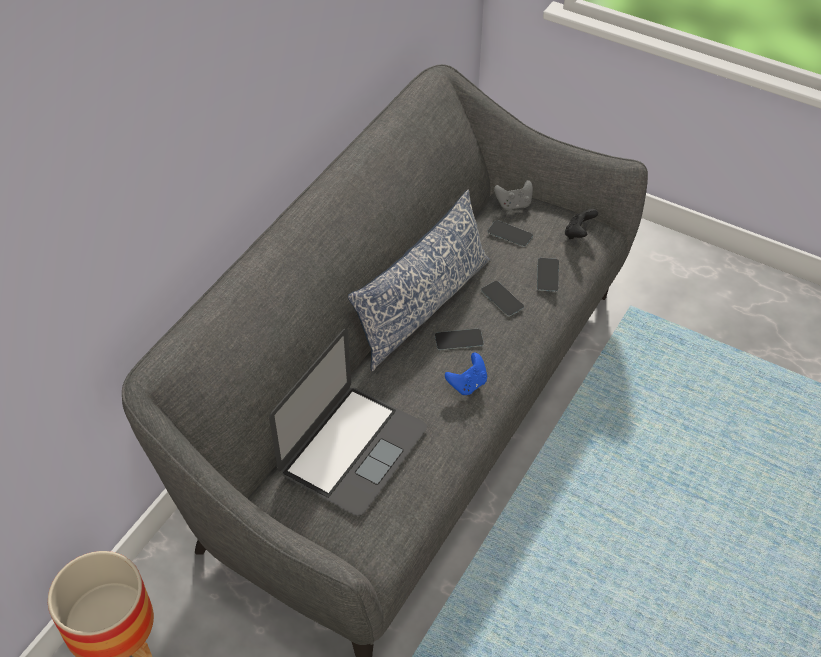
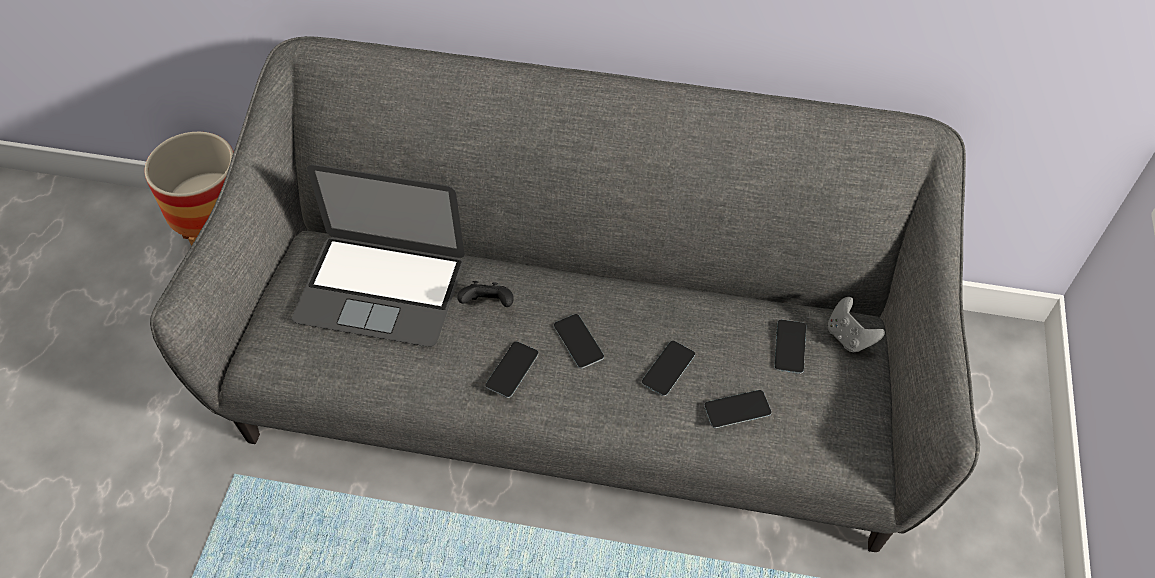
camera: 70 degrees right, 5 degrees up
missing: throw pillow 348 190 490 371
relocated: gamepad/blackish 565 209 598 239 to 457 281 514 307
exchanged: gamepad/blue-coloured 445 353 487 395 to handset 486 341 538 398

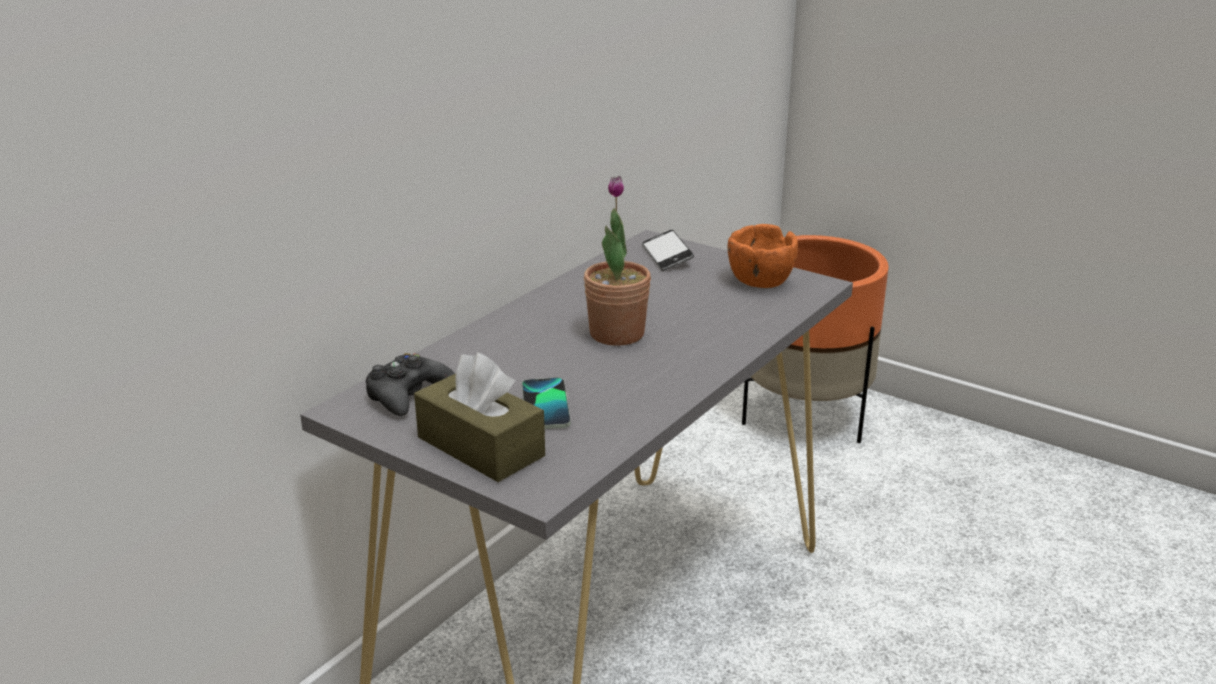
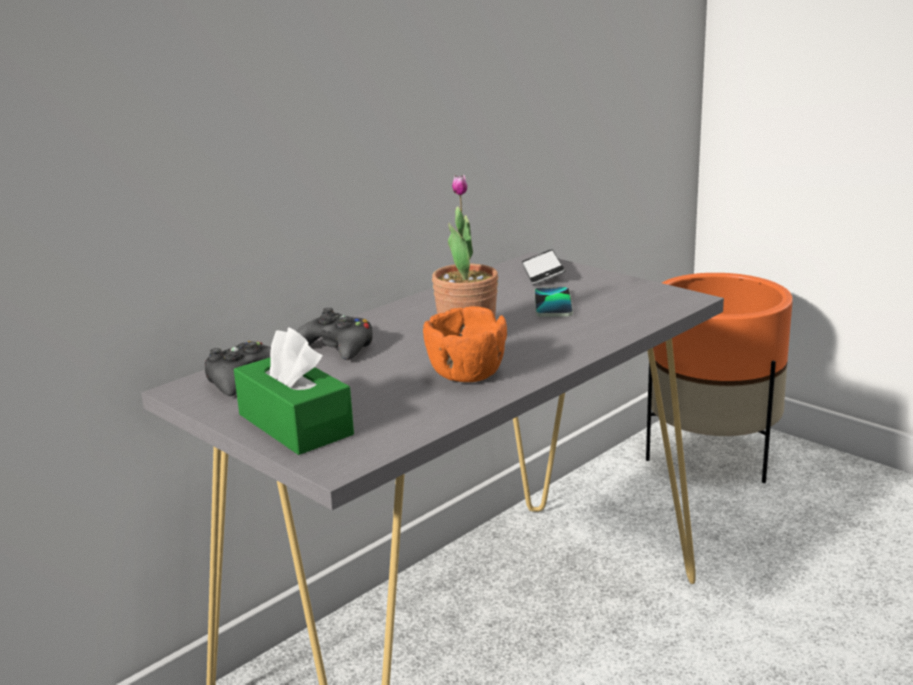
camera: 10 degrees right, 5 degrees down
appeared: gamepad/blackish 296 308 373 360
relocated: bowl/orange-coloured 727 224 798 288 to 423 306 507 382; handset 522 378 571 429 to 534 287 573 317
colour: tissue box/brownish 414 352 545 482 to tissue box/greenish 234 327 354 455

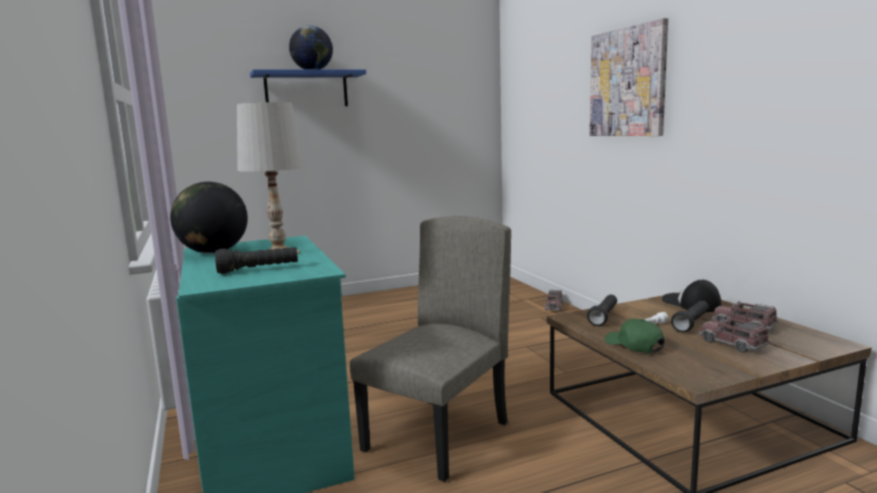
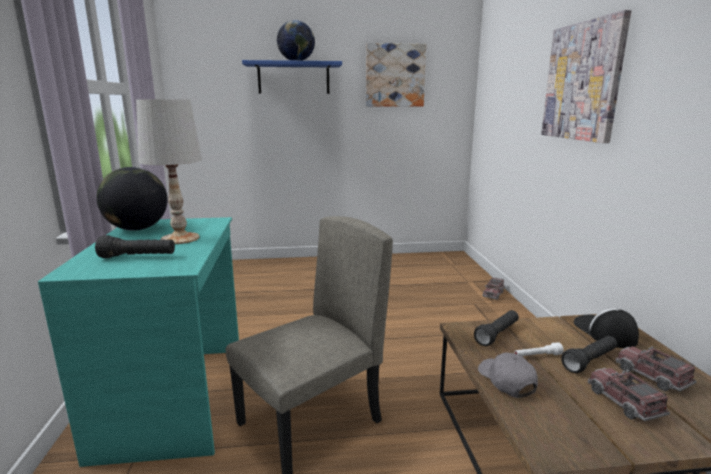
camera: 15 degrees right, 5 degrees up
appeared: wall picture 366 43 426 107
colour: cap/greenish 605 319 665 354 to cap/grey 478 353 538 398

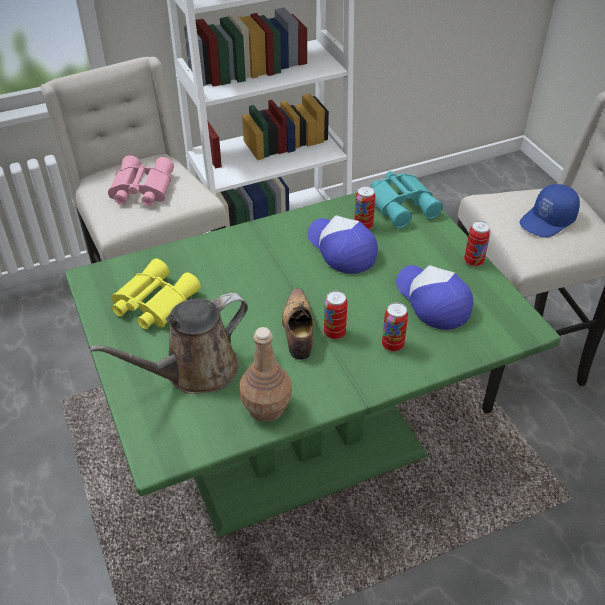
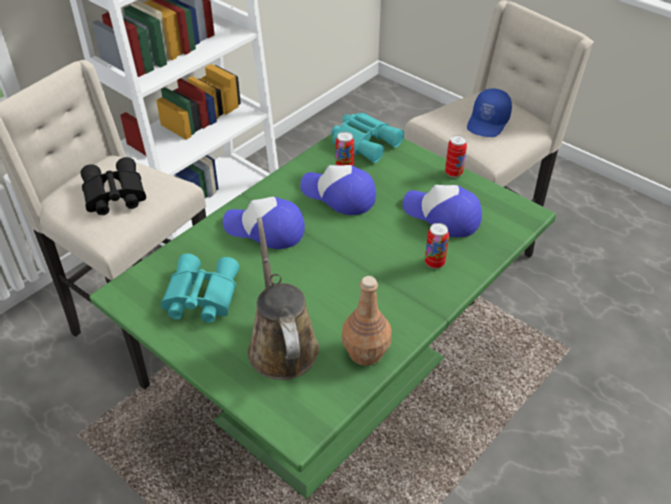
camera: 25 degrees left, 0 degrees up
missing: item of footwear 282 288 314 360; can 324 291 348 339
appeared: cap 223 196 305 249
colour: pair of binoculars/pinkish 108 155 174 206 to pair of binoculars/blackish 80 157 146 215; pair of binoculars/yellow 111 258 201 329 to pair of binoculars/turquoise 161 253 239 323
spun: watering pot/brownish 89 293 248 394 = 248 217 319 380 135 degrees clockwise

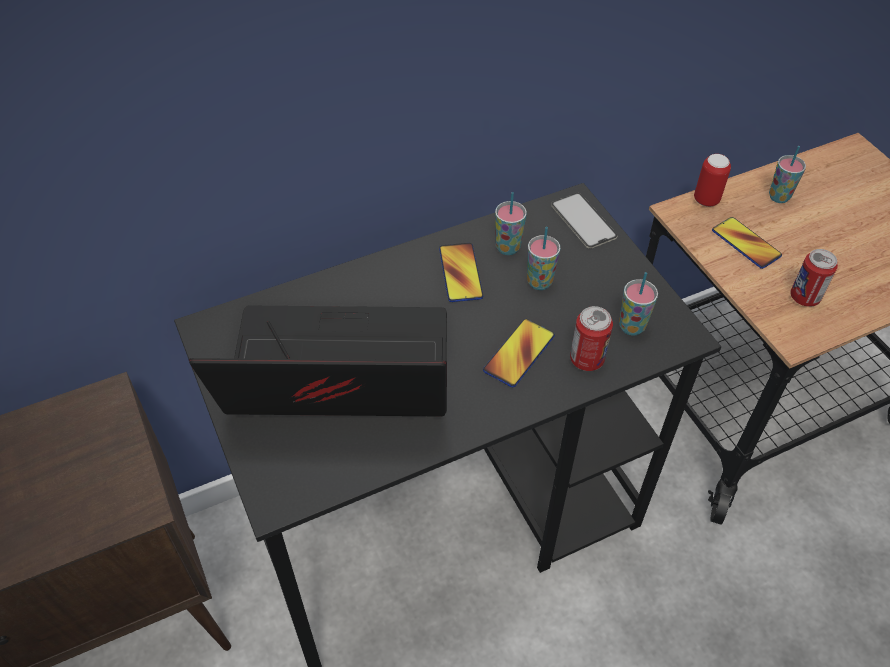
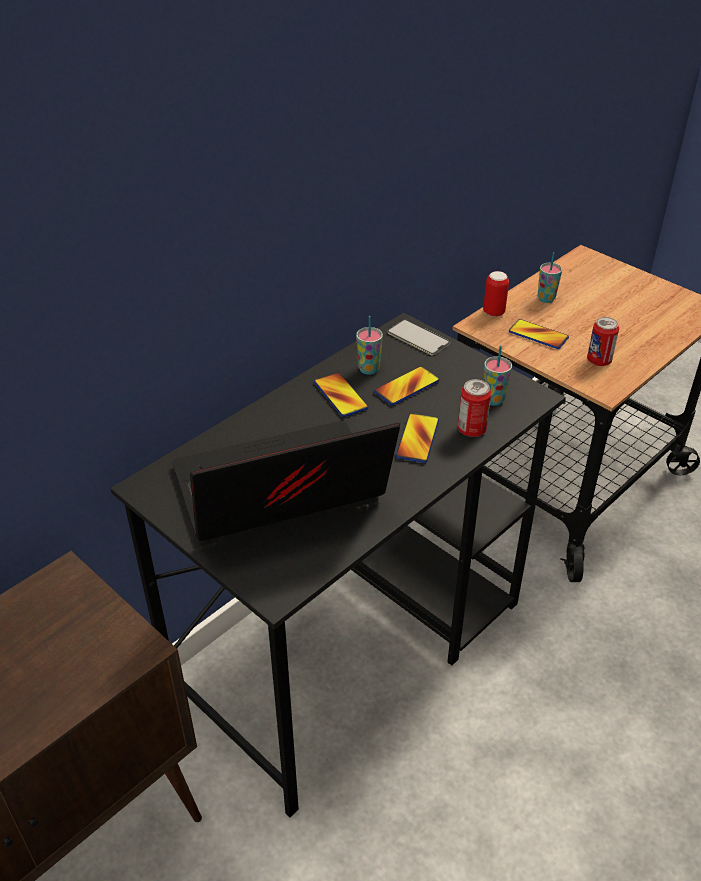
camera: 20 degrees left, 10 degrees down
exchanged: cup 527 227 561 290 to handset 374 366 440 405

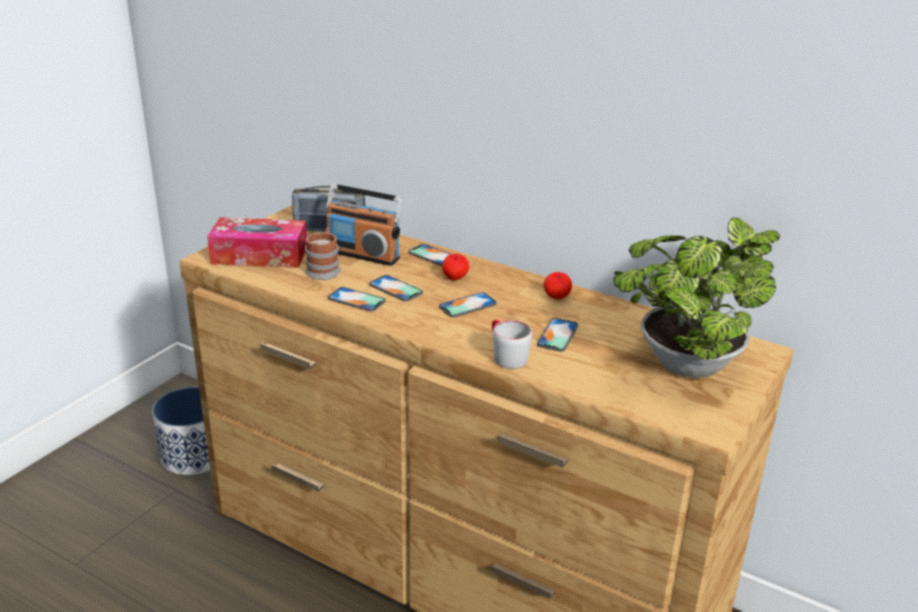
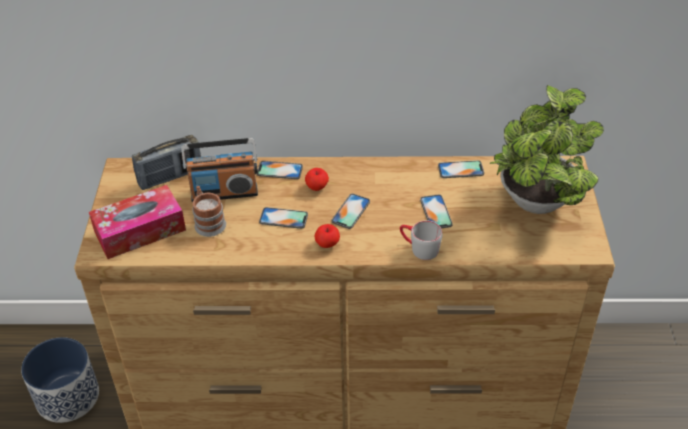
camera: 30 degrees left, 15 degrees up
relocated: apple fruit 543 272 572 299 to 315 224 340 248; handset 328 287 386 312 to 438 160 484 178

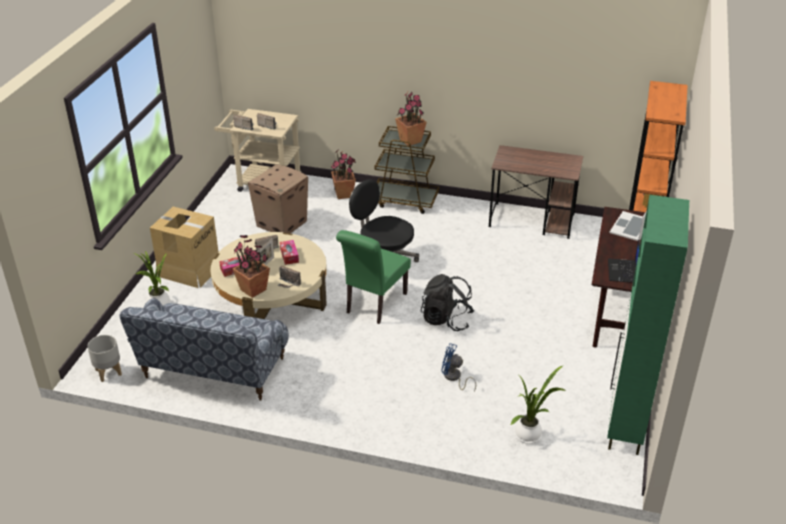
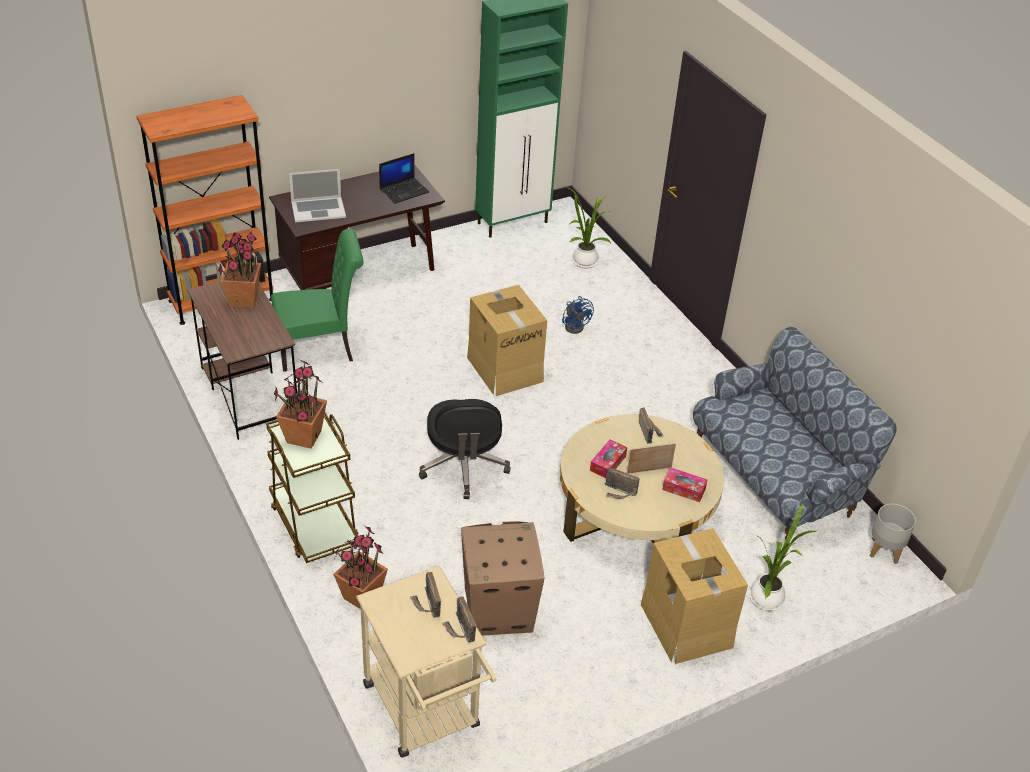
camera: 135 degrees left, 5 degrees up
relocated: plain chair/greenish 336 230 411 324 to 271 229 364 372; potted plant 232 235 270 298 to 218 232 261 308
exchanged: backpack/blackish 421 274 475 331 to carton 467 285 547 396

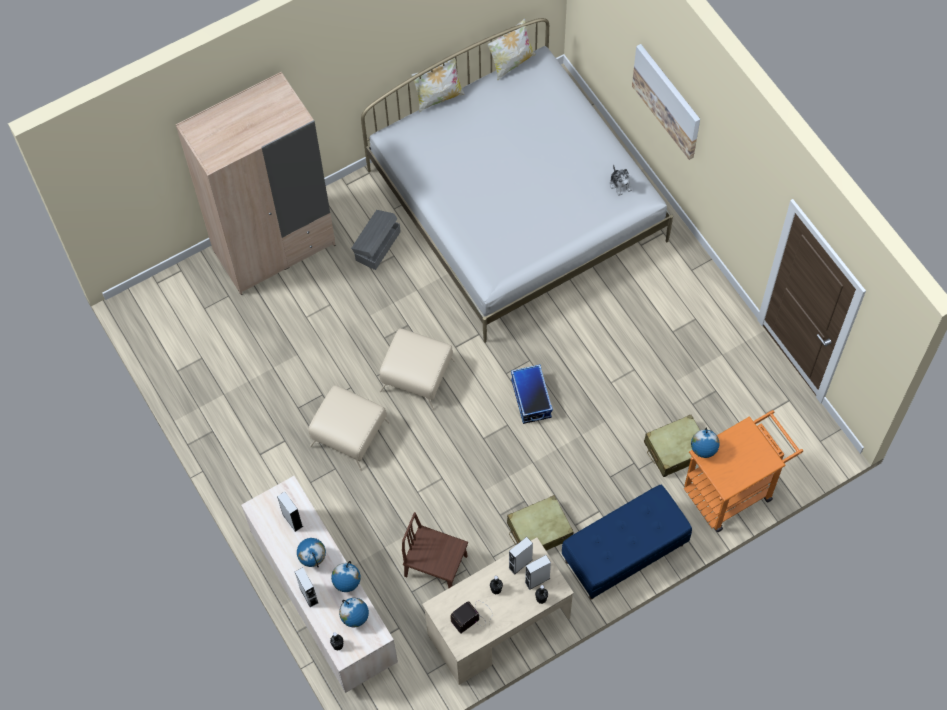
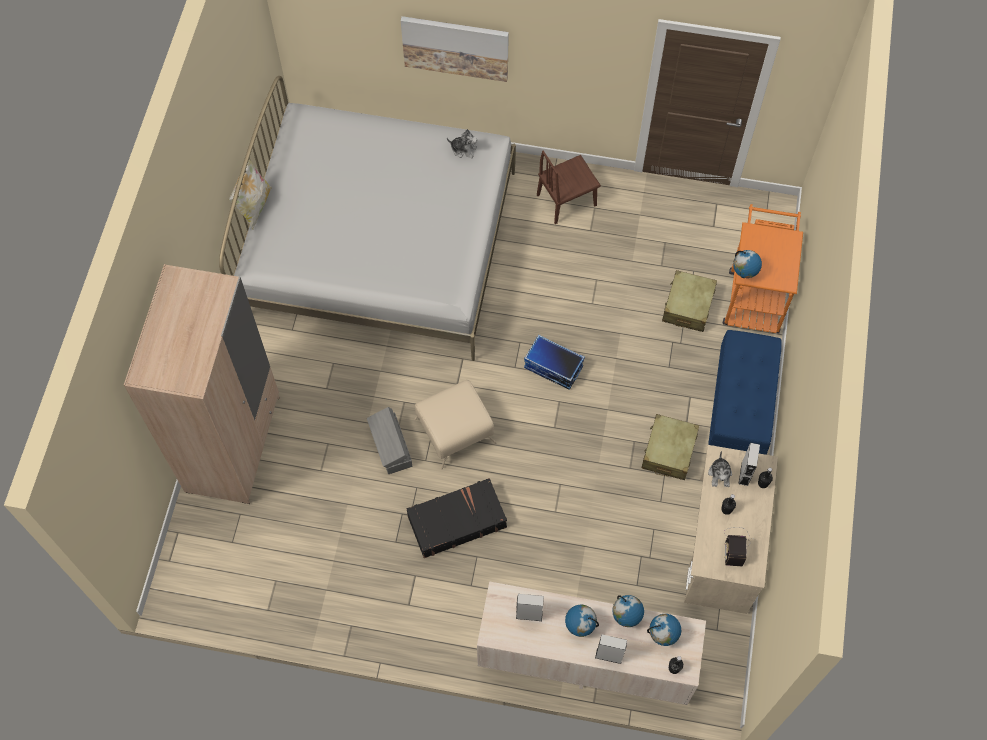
camera: 50 degrees left, 0 degrees up
missing: throw pillow 487 18 535 81
relocated: storage container/grey 351 210 401 270 to 367 407 412 474; plain chair/brownish 402 512 468 588 to 537 150 601 224
exchanged: ottoman/sand-coloured 309 385 390 471 to suitcase/blackish 407 478 507 558; loudspeaker/grey 509 537 533 575 to soft toy 708 451 732 487

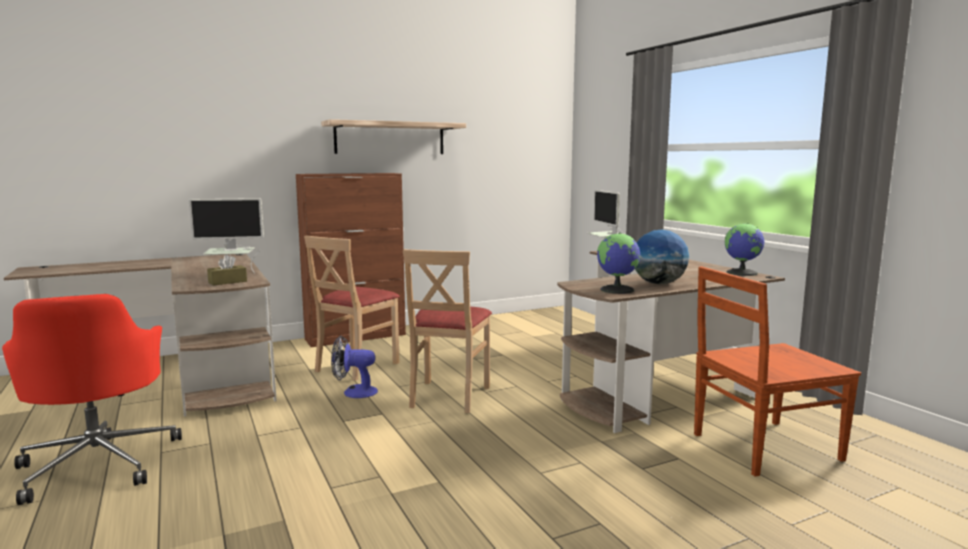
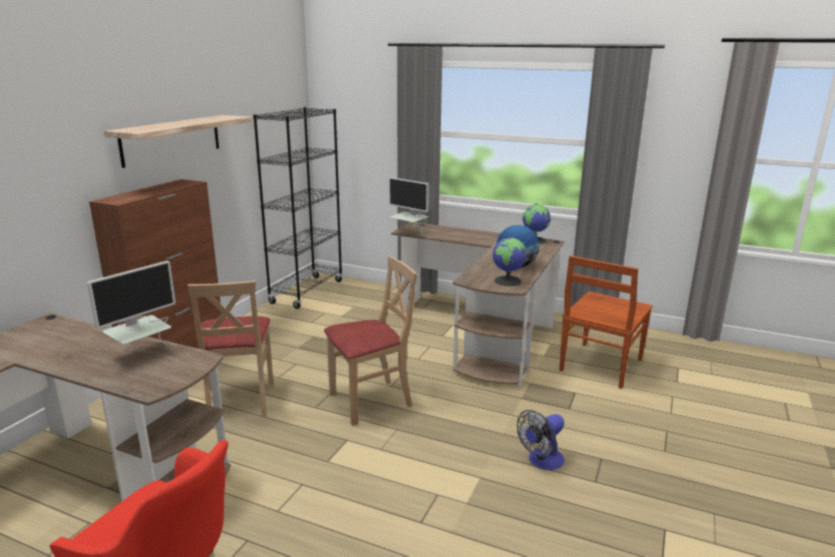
camera: 40 degrees left, 10 degrees up
missing: tissue box/brownish 207 254 247 286
appeared: bookcase/blackish 253 107 343 309
relocated: electric fan 331 336 378 398 to 517 410 564 470
spun: plain chair/sand-coloured 403 249 492 413 = 324 256 417 426 90 degrees counterclockwise

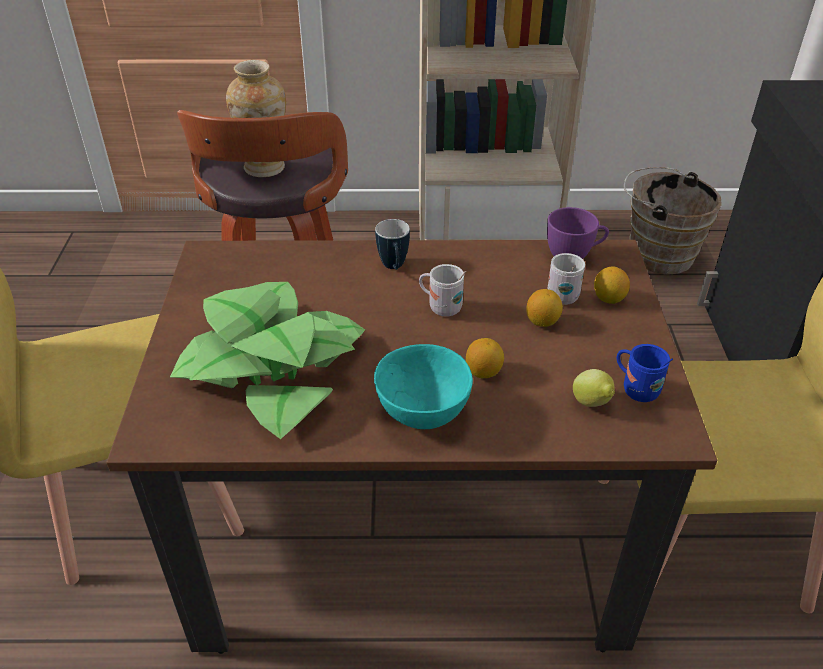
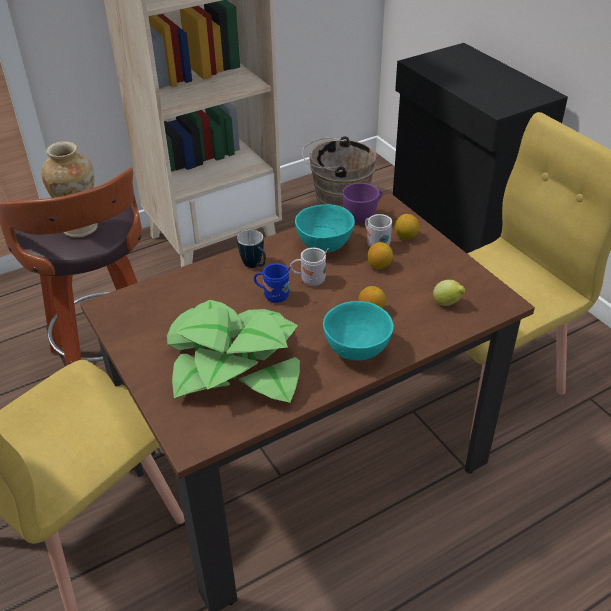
camera: 30 degrees left, 0 degrees up
appeared: bowl/turquoise 295 204 355 253
relocated: mug/blue-coloured 617 344 673 402 to 254 263 291 303

